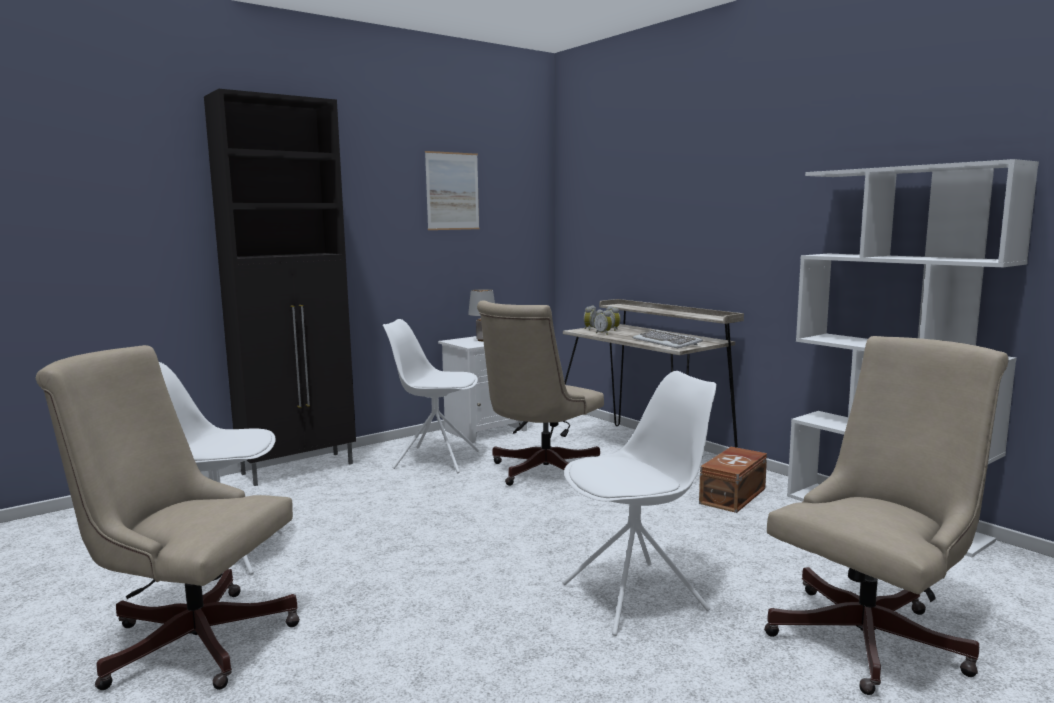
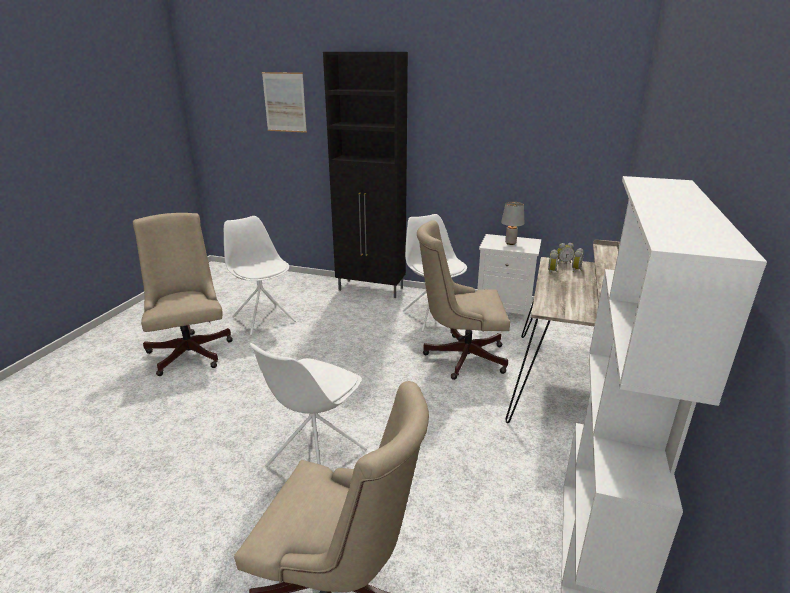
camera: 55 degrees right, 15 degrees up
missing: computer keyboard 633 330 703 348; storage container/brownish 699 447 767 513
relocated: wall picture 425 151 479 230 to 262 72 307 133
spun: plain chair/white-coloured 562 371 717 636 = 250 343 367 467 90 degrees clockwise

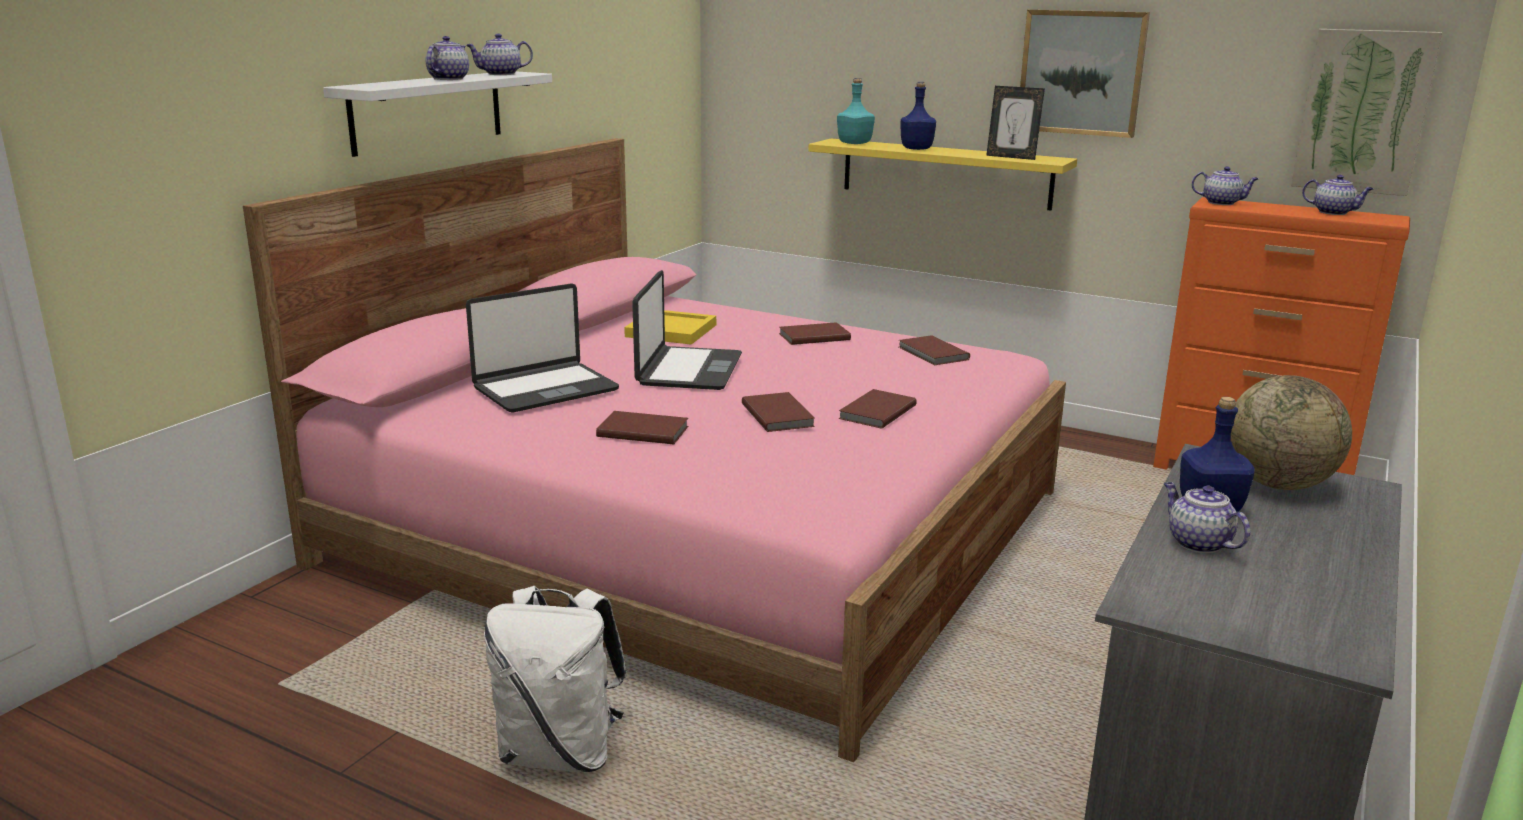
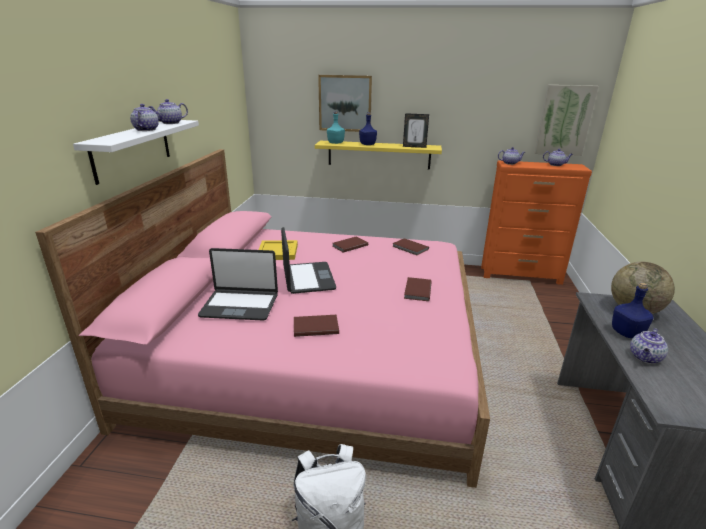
camera: 20 degrees left, 5 degrees up
missing: bound book/brownish 742 392 815 432
relocated: wall picture 1020 9 1150 138 to 318 75 372 132
spun: portable computer 466 283 619 413 = 198 248 278 321 60 degrees clockwise; teapot 1164 482 1251 553 = 630 328 668 364 90 degrees counterclockwise

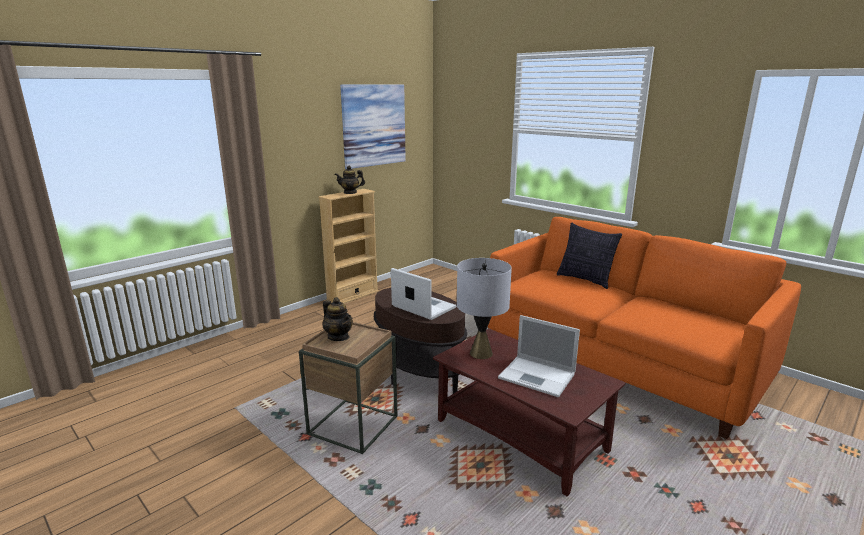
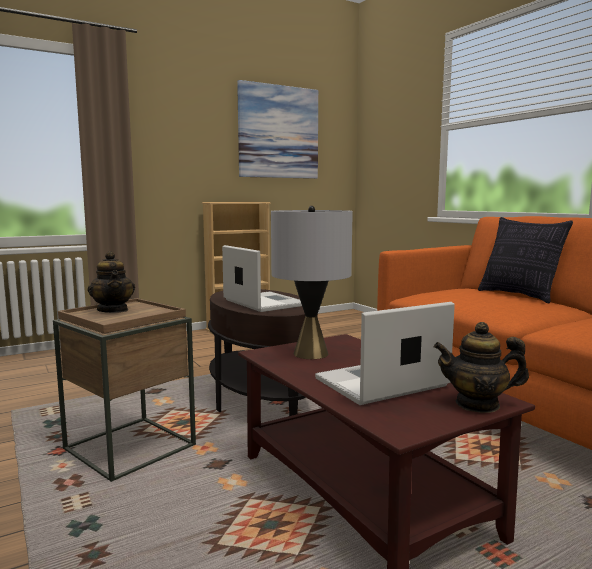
camera: 15 degrees right, 10 degrees down
relocated: teapot 335 166 365 194 to 434 322 529 413
spun: portable computer 498 315 580 397 = 315 302 455 405 105 degrees clockwise

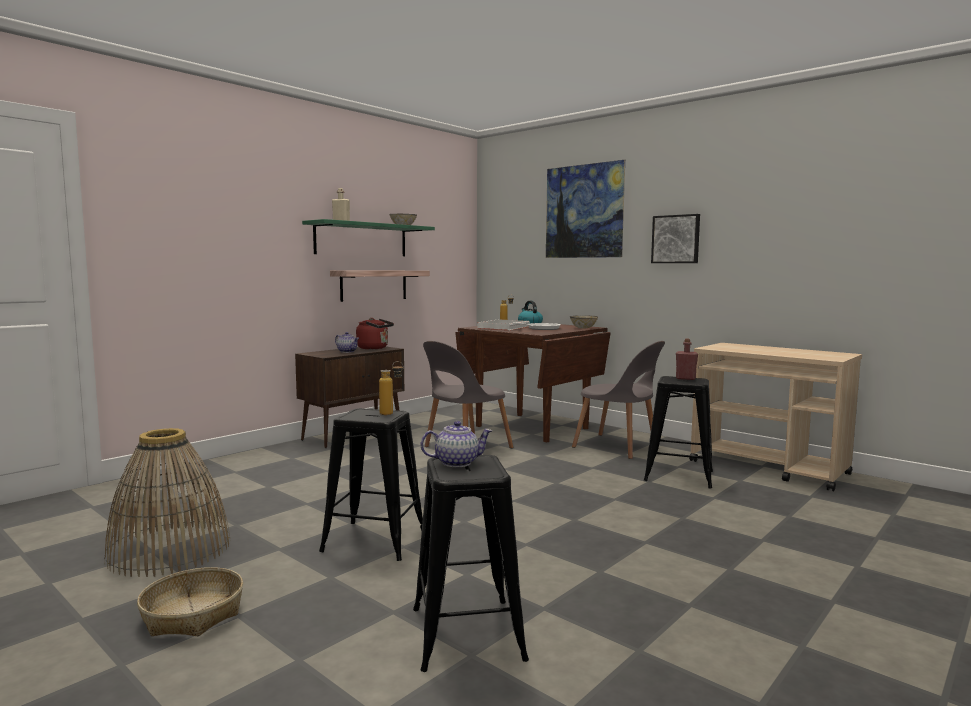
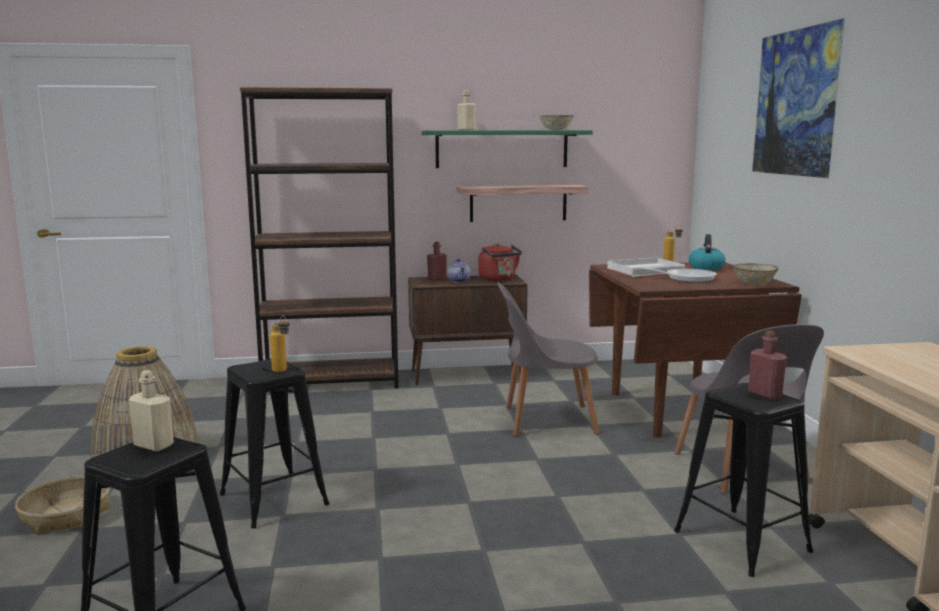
camera: 40 degrees right, 5 degrees up
missing: wall picture 651 214 700 263
appeared: bookcase/brownish 240 87 399 388; drink bottle/red 427 242 447 281
exchanged: teapot 421 421 492 467 to drink bottle/sand-coloured 129 370 174 452

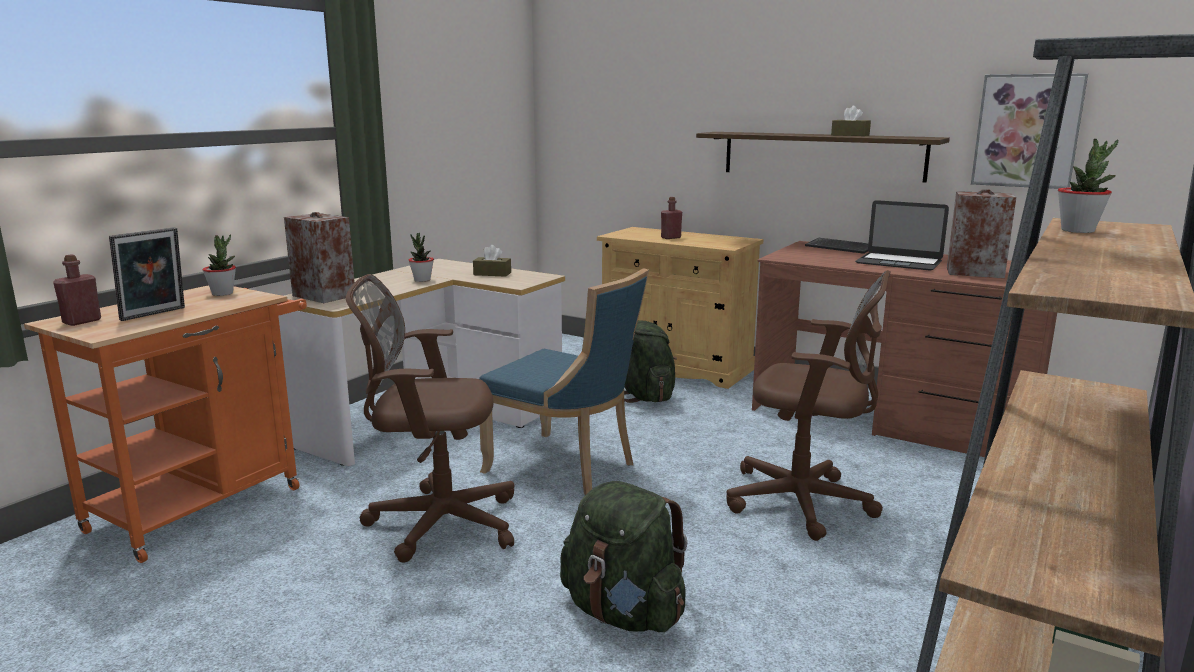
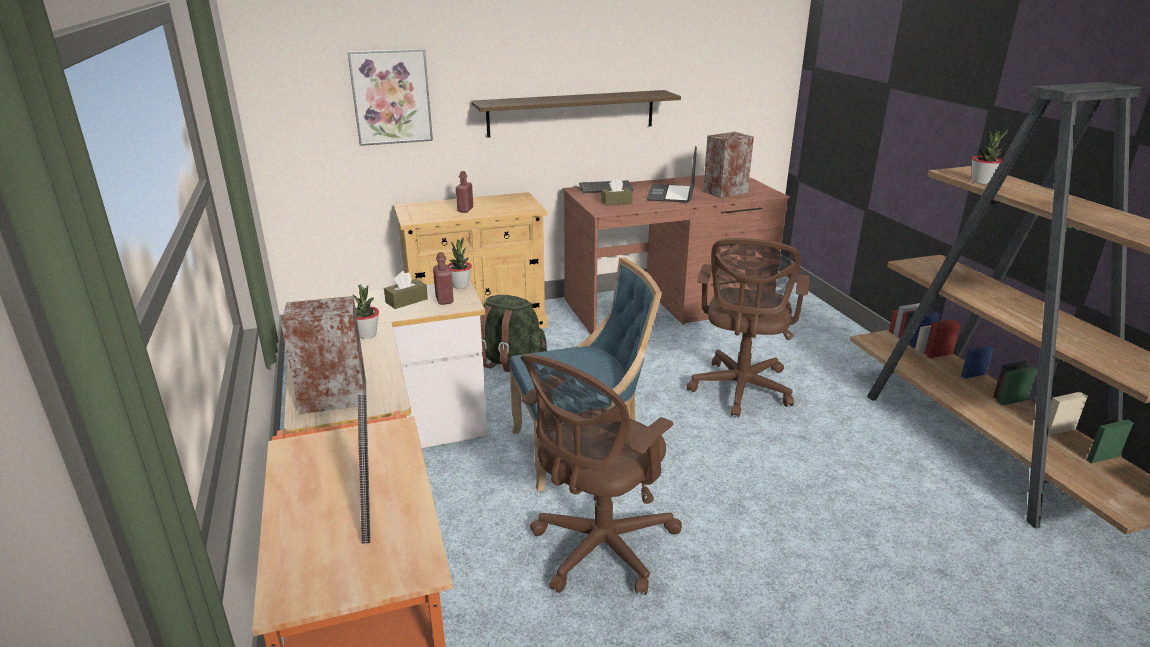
camera: 50 degrees left, 10 degrees up
missing: backpack/greenish 560 481 688 632
relocated: wall picture 971 73 1088 189 to 348 49 433 146; tissue box/brownish 831 106 871 136 to 601 178 633 206; potted plant 202 234 236 296 to 447 237 472 289; drink bottle/red 53 254 101 326 to 433 252 454 305
spun: portable computer 855 200 949 270 = 647 146 697 203 120 degrees clockwise; office chair/brownish 727 270 891 541 = 686 238 809 417 135 degrees clockwise

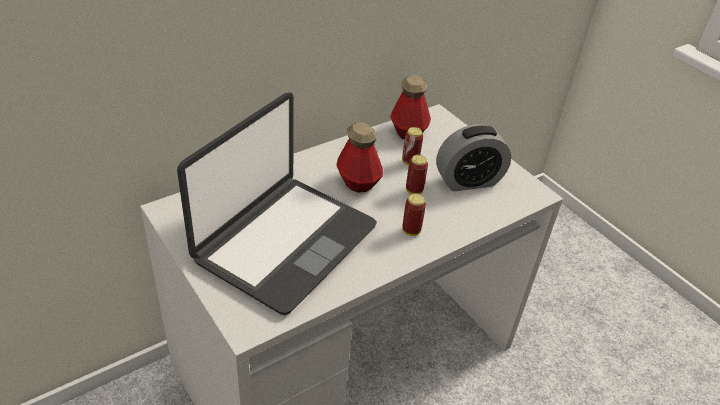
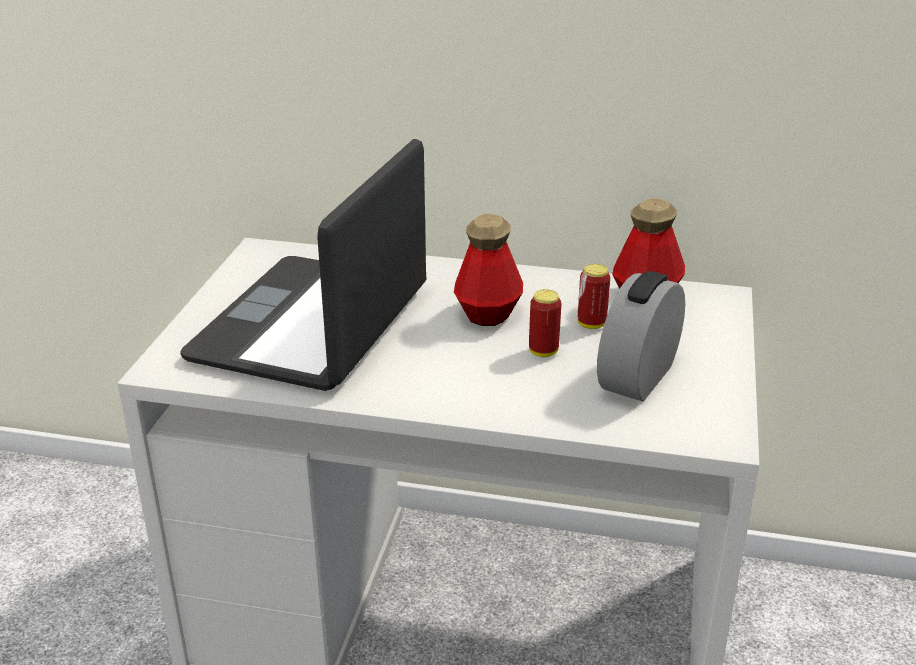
camera: 50 degrees right, 10 degrees down
missing: can 402 194 426 236
spun: portable computer 177 92 377 315 = 180 139 427 391 120 degrees clockwise; bedside clock 436 124 511 192 = 597 271 685 401 90 degrees clockwise

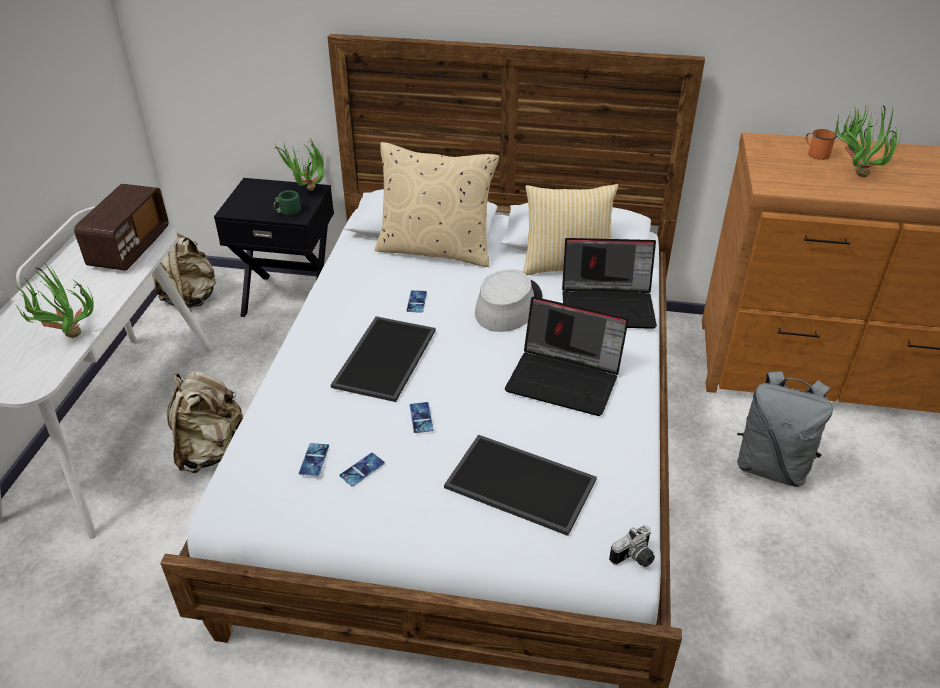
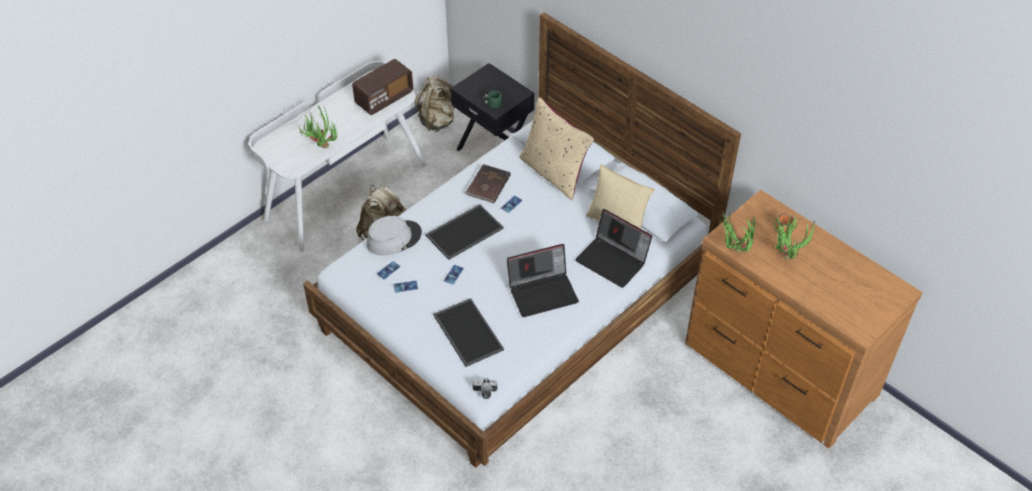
camera: 35 degrees right, 10 degrees up
missing: backpack/grey 737 371 833 487
appeared: bound book/brownish 464 164 510 203
relocated: potted plant 274 139 324 191 to 718 211 757 253; wearable hat/grey 475 269 543 332 to 367 216 422 256
spun: portable computer 505 297 629 416 = 507 244 579 317 75 degrees counterclockwise

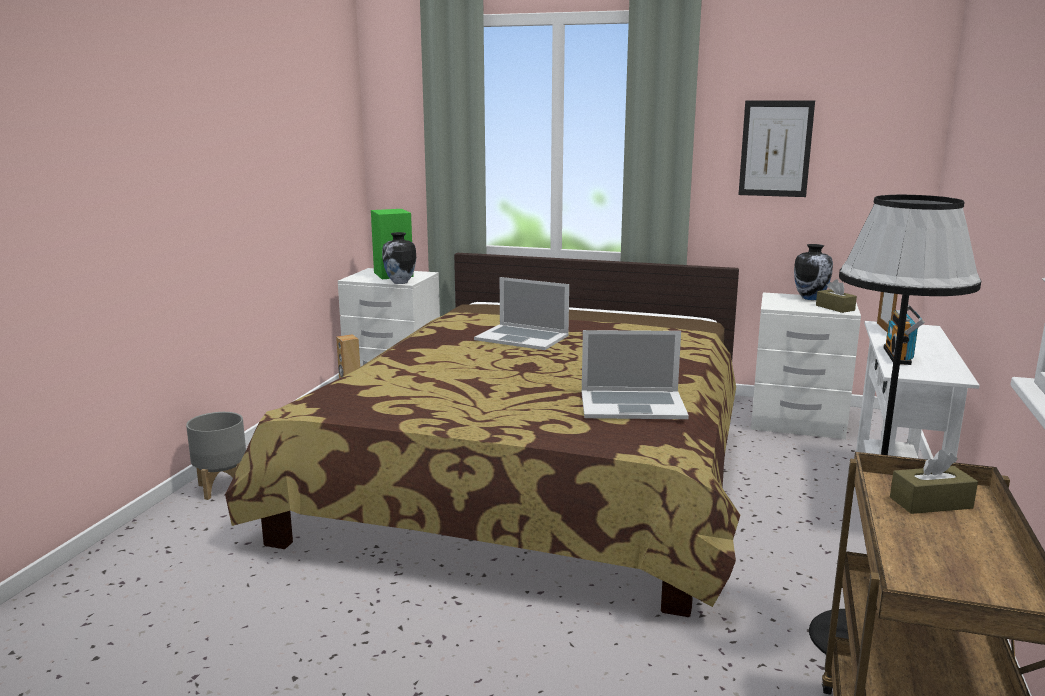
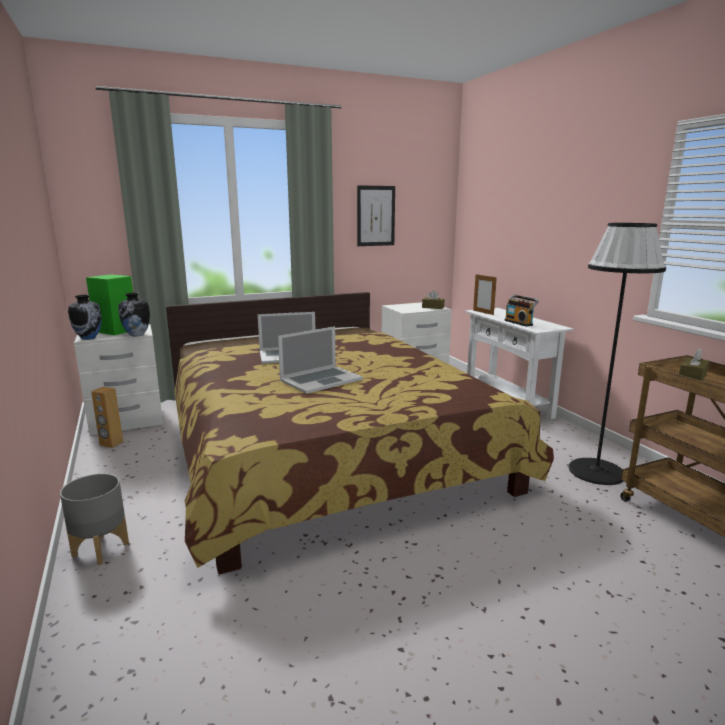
camera: 40 degrees left, 0 degrees up
relocated: vase 794 244 833 300 to 68 295 102 340; portable computer 582 330 689 419 to 278 326 363 394

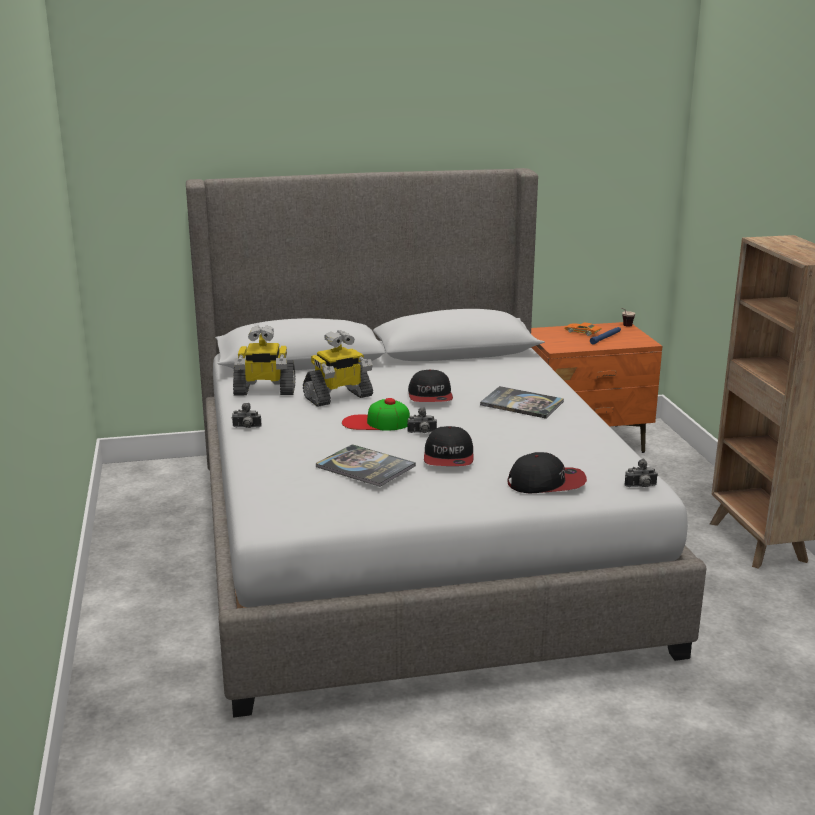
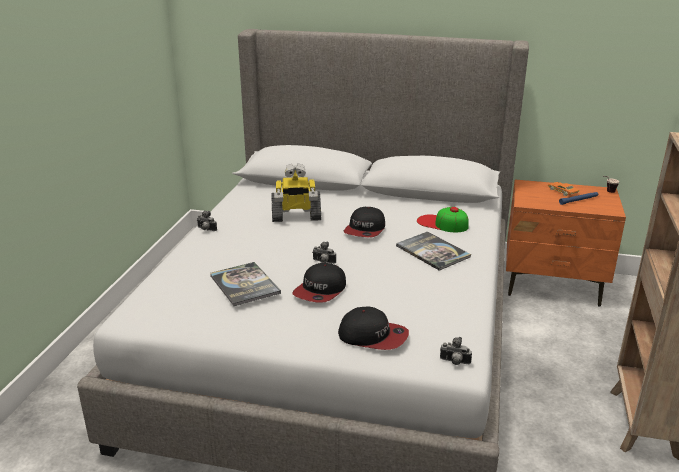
camera: 25 degrees right, 5 degrees up
missing: model robot 233 325 295 395
relocated: cap 342 398 410 431 to 417 207 469 232

